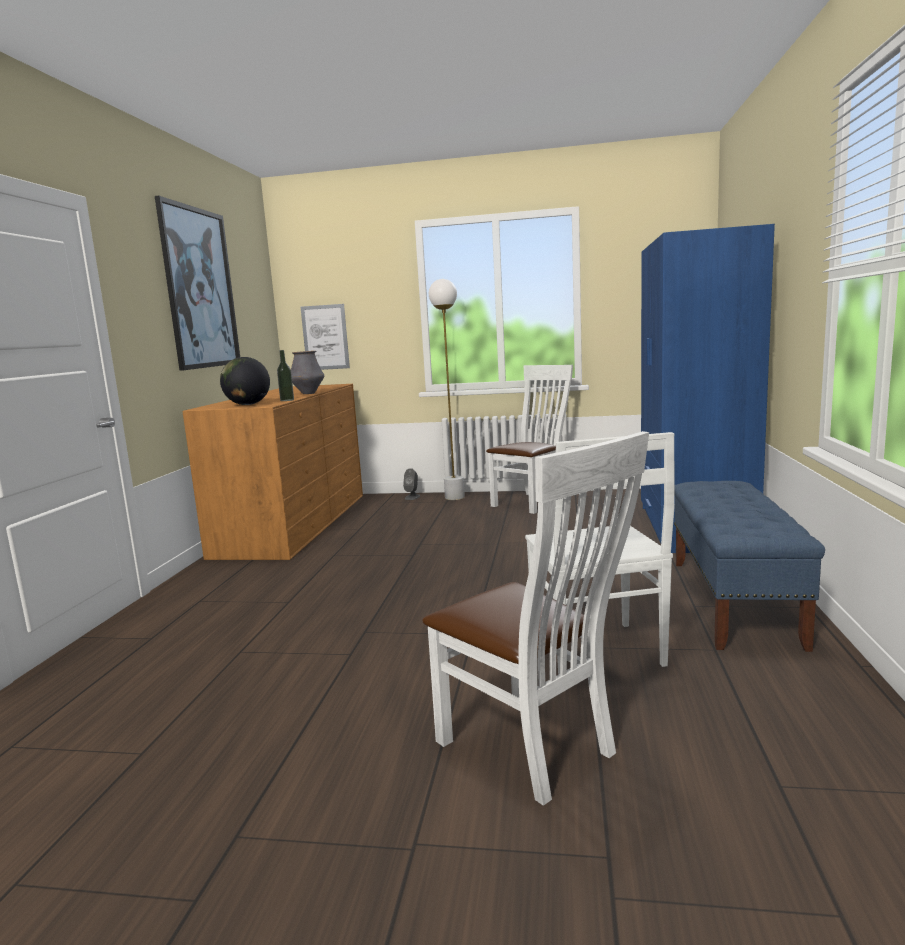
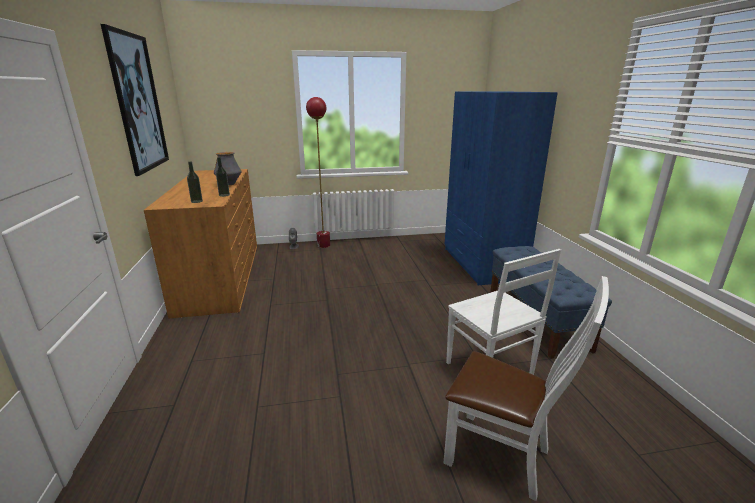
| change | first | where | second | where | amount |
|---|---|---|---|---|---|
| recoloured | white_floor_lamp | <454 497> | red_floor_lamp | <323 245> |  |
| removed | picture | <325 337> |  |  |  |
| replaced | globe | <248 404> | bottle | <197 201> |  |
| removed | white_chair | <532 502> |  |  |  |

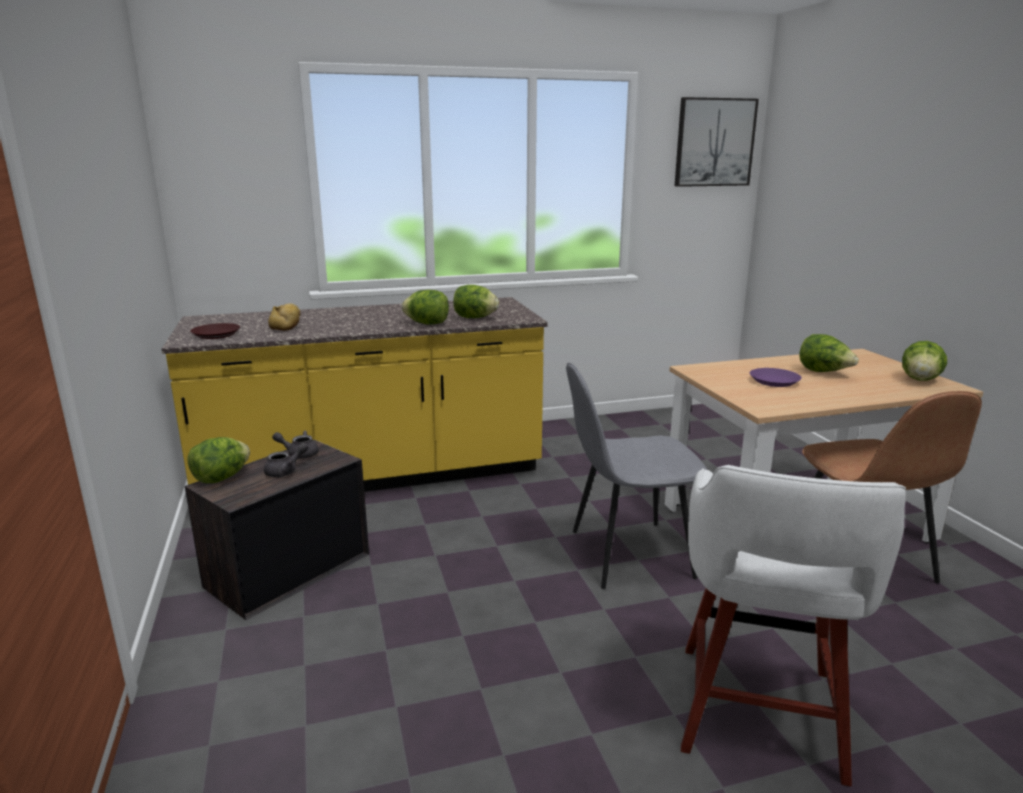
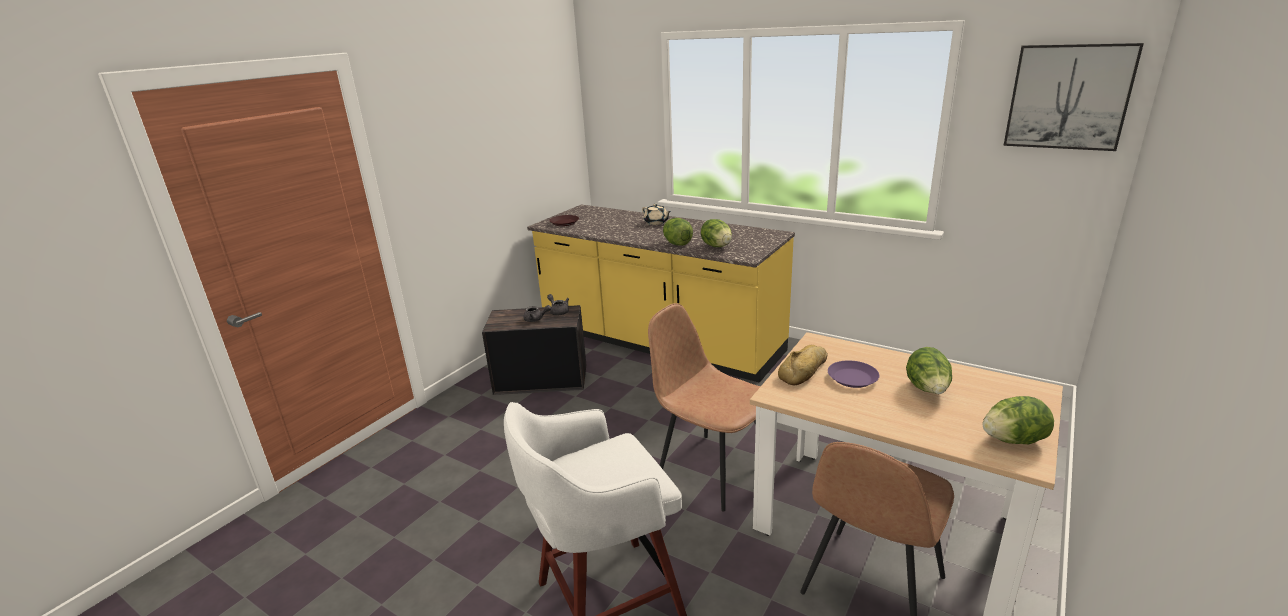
| change | first | where | second | where | amount |
|---|---|---|---|---|---|
| moved | bread | <287 323> |  | <805 370> |  |
| recoloured | grey_chair | <627 554> | brown_chair | <711 469> |  |
| removed | lettuce | <221 478> |  |  |  |
| added |  |  | beige_teapot | <656 222> |  |

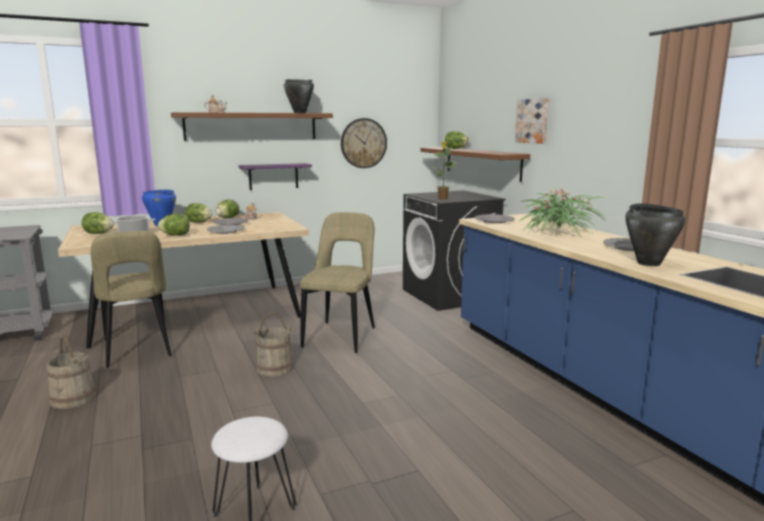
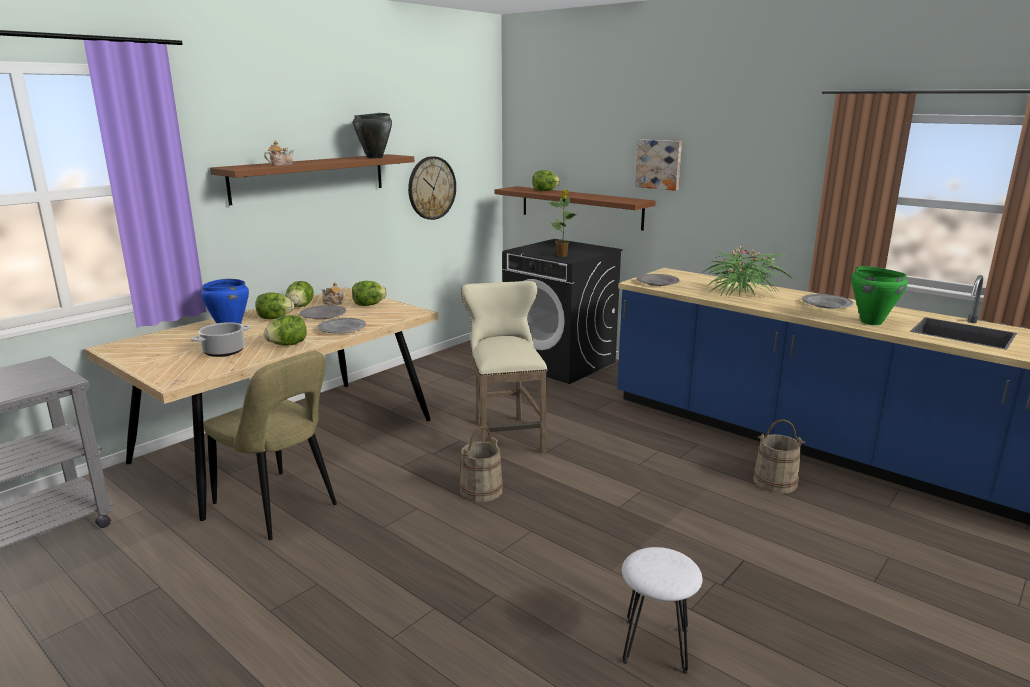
| change | first | where | second | where | amount |
|---|---|---|---|---|---|
| removed | purple_shelf | <273 176> |  |  |  |
| recoloured | black_cooking_pot | <649 263> | green_cooking_pot | <871 322> |  |
| moved | lettuce | <98 233> |  | <369 305> |  |
| replaced | beige_chair | <341 336> | beige_stool | <505 435> |  |
| moved | beige_bucket | <73 398> |  | <775 482> |  |

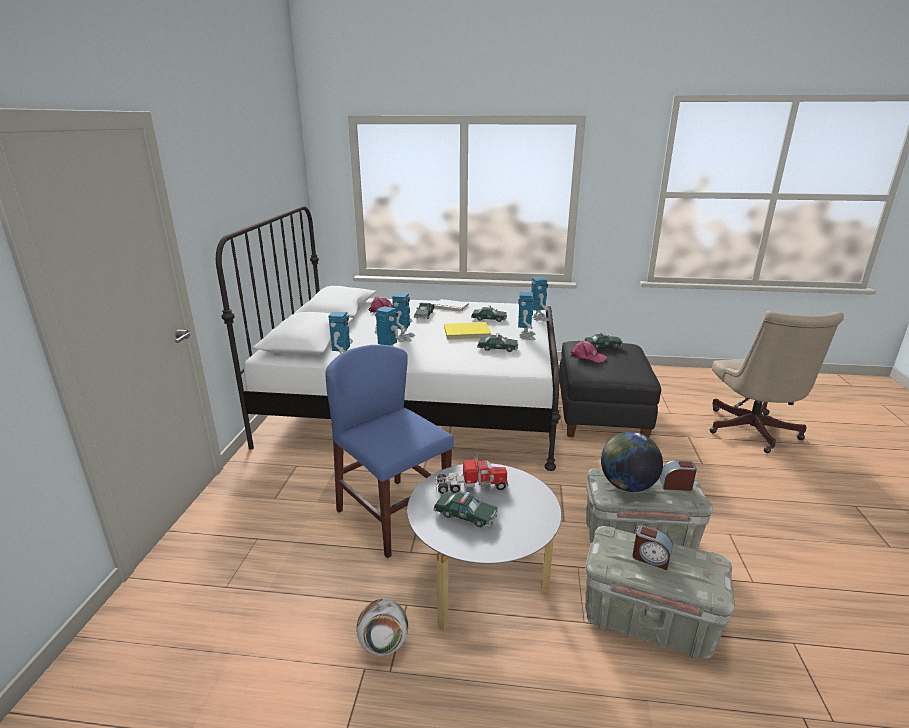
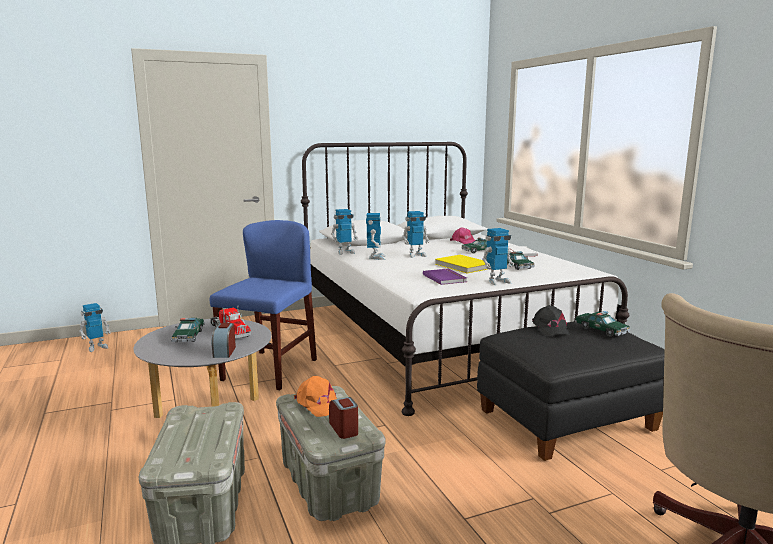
| change | first | where | second | where | amount |
|---|---|---|---|---|---|
| moved | toy_robot | <539 318> |  | <97 347> |  |
| replaced | toy_car | <497 348> | purple_book | <445 278> |  |
| recoloured | pink_cap | <587 357> | black_cap | <550 328> |  |
| replaced | globe | <627 485> | orange_cap | <318 404> |  |
| moved | alarm_clock | <650 558> |  | <224 351> |  |
| removed | football | <383 644> |  |  |  |

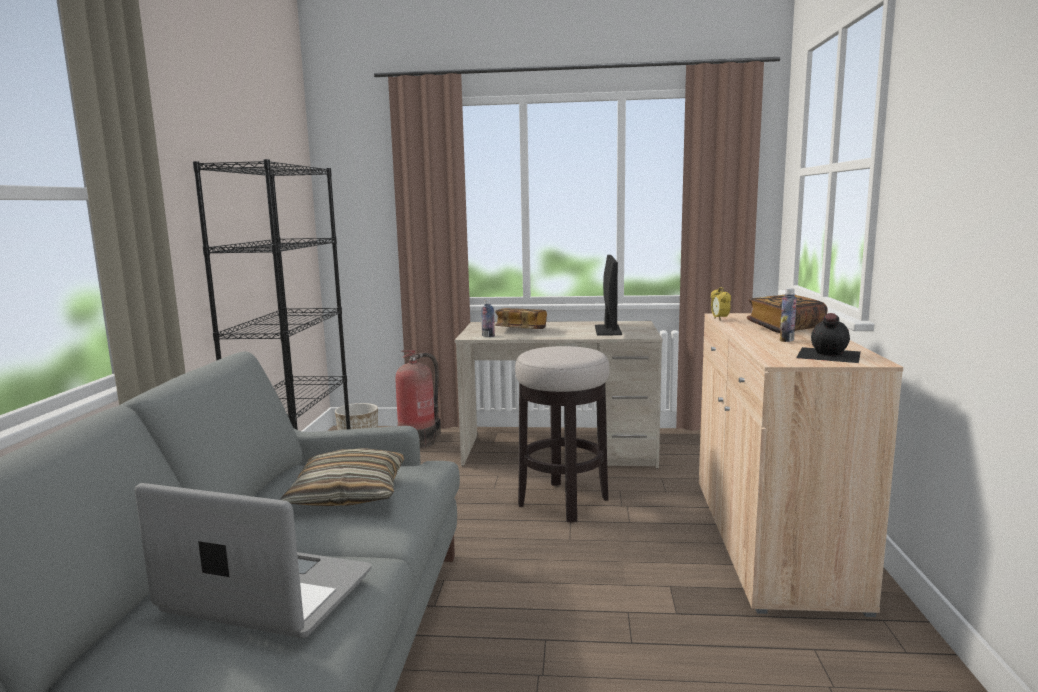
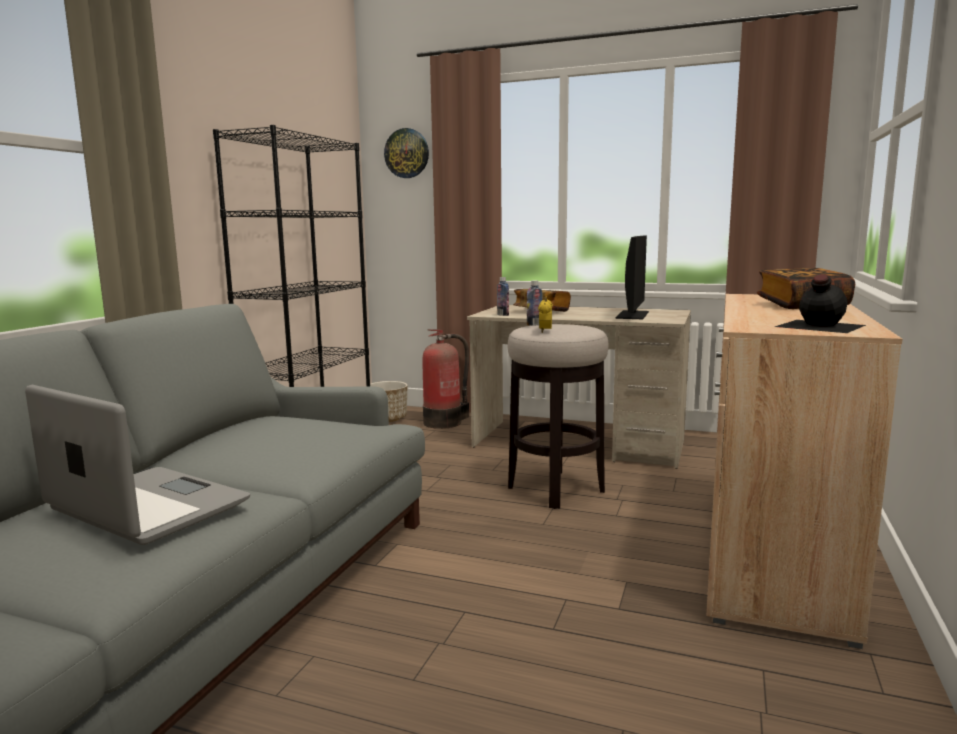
| change | first | where | second | where | amount |
|---|---|---|---|---|---|
| moved | alarm_clock | <719 319> |  | <545 331> |  |
| moved | bottle | <786 340> |  | <534 324> |  |
| removed | pillow | <348 493> |  |  |  |
| added |  |  | wall_clock | <407 153> |  |

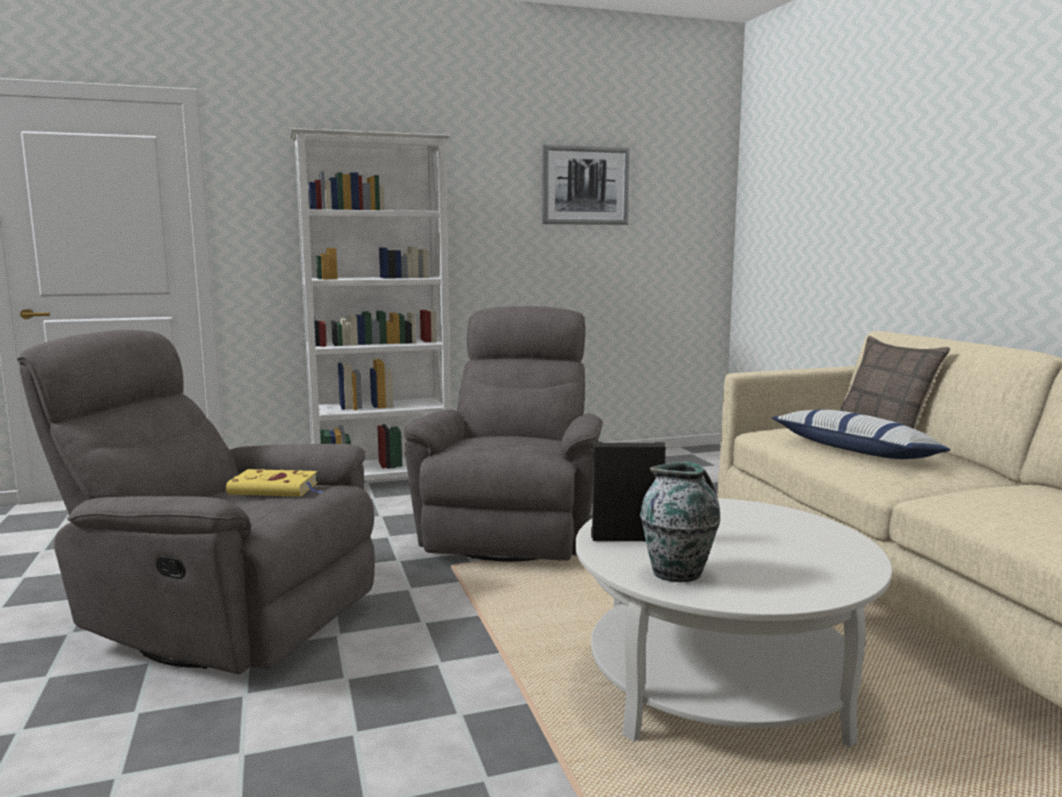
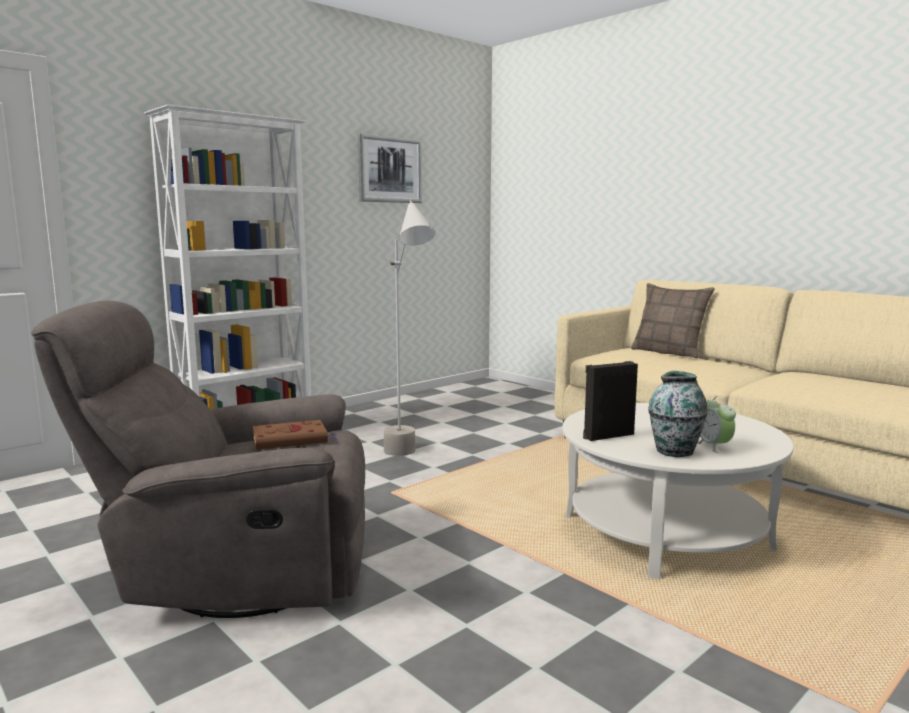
| change | first | where | second | where | amount |
|---|---|---|---|---|---|
| replaced | grey_armchair | <514 530> | grey_floor_lamp | <408 458> |  |
| removed | pillow | <855 451> |  |  |  |
| recoloured | yellow_book | <276 489> | brown_book | <292 440> |  |
| added |  |  | alarm_clock | <714 446> |  |

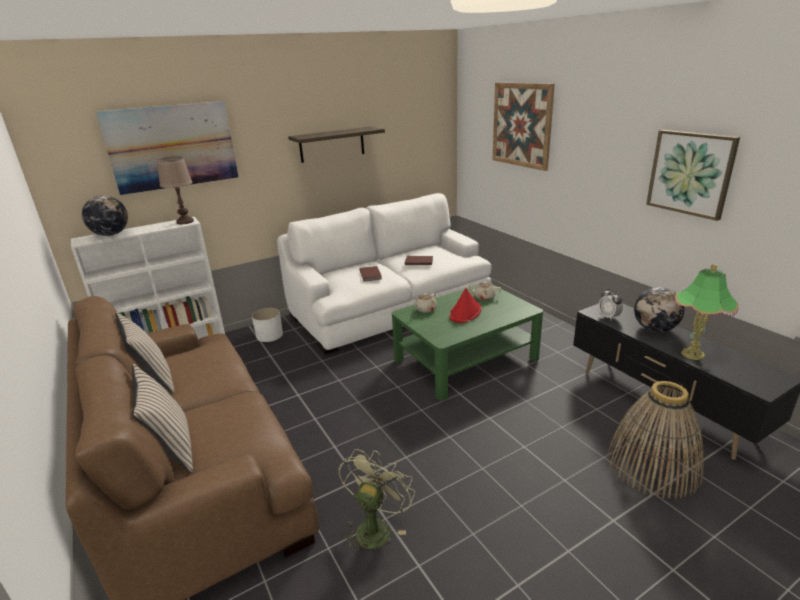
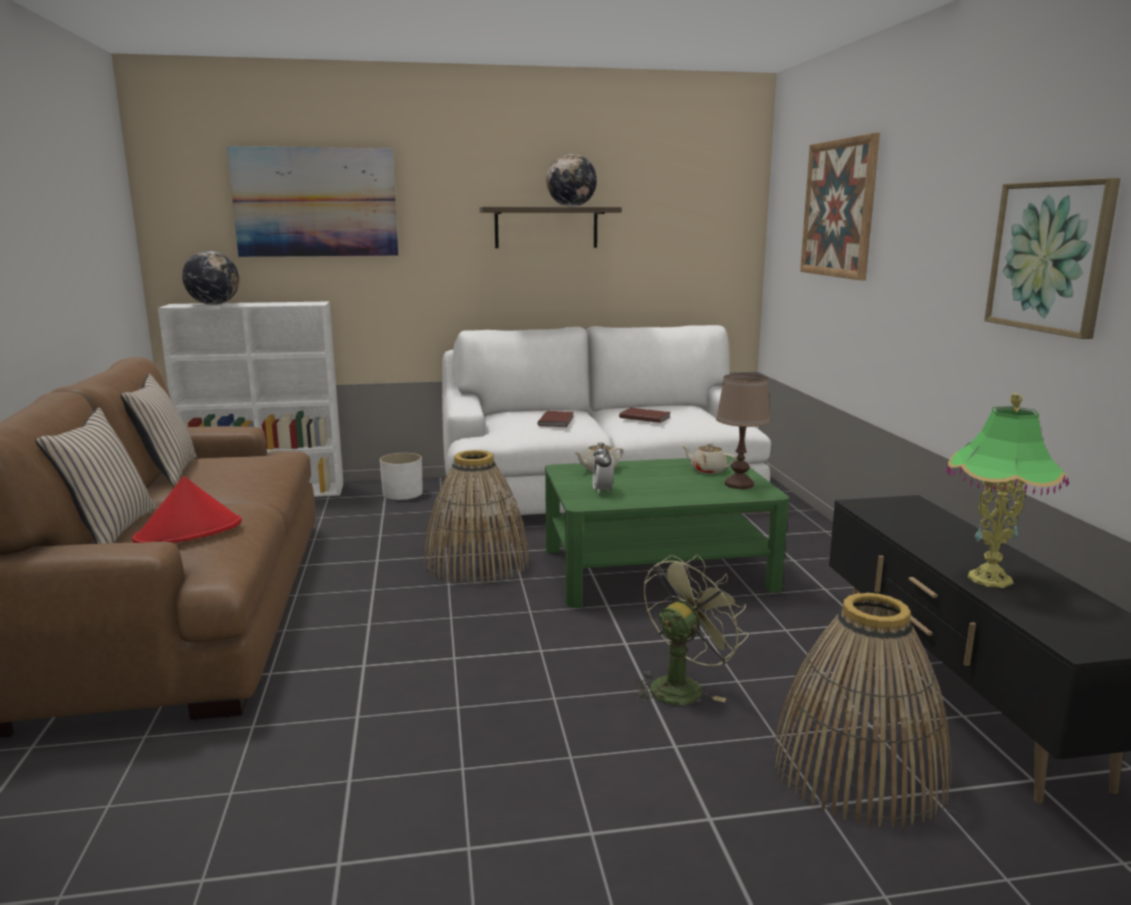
| change | first | where | second | where | amount |
|---|---|---|---|---|---|
| moved | brown_table_lamp | <185 221> |  | <739 484> |  |
| moved | globe | <655 329> |  | <571 206> |  |
| moved | red_hat | <465 312> |  | <189 532> |  |
| moved | alarm_clock | <608 317> |  | <602 491> |  |
| moved | green_fan | <375 527> |  | <682 686> |  |
| added |  |  | basket | <477 562> |  |

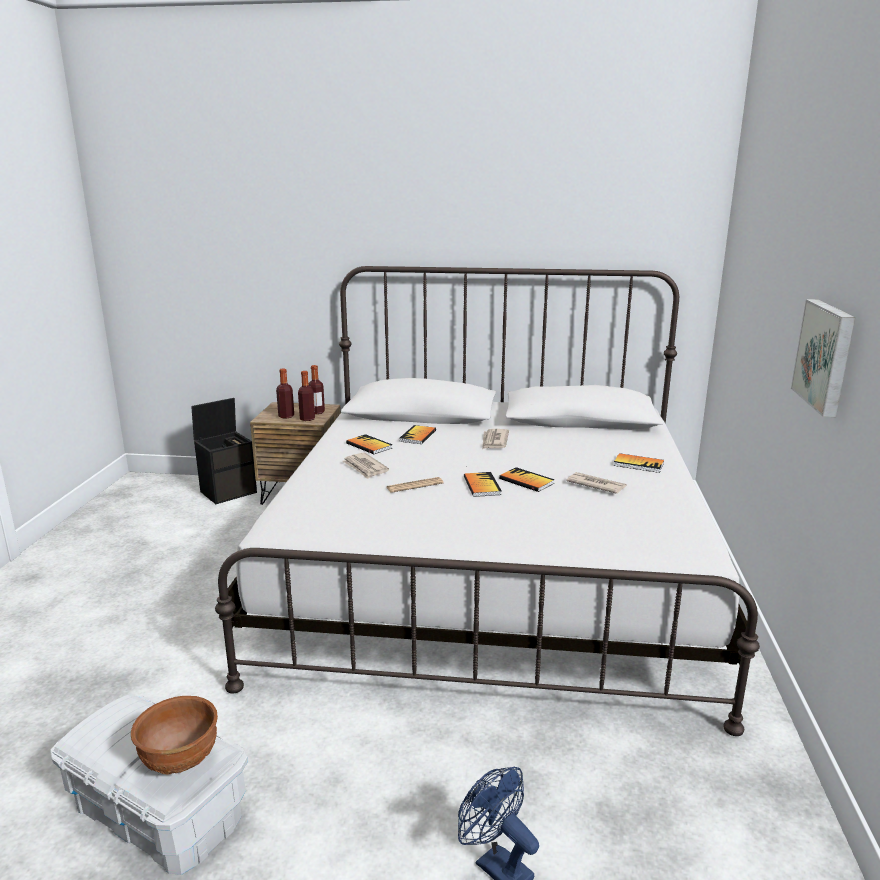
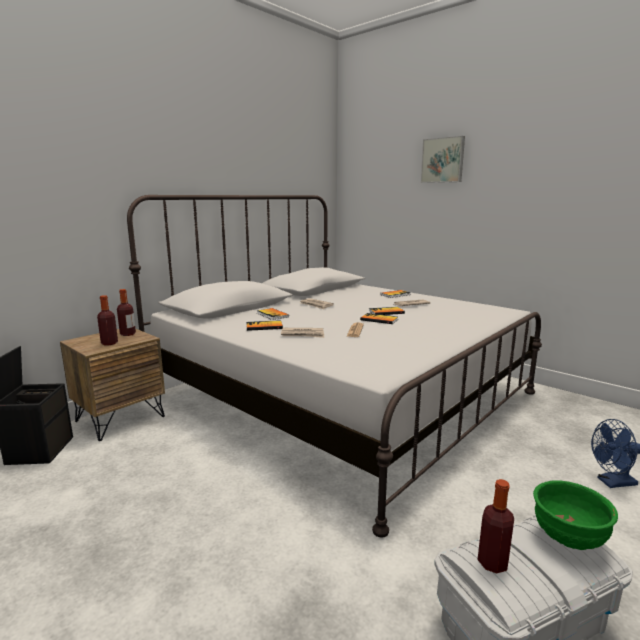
| change | first | where | second | where | amount |
|---|---|---|---|---|---|
| moved | picture | <826 356> |  | <443 160> |  |
| moved | bottle | <307 419> |  | <492 563> |  |
| recoloured | brown_bowl | <181 760> | green_bowl | <567 538> |  |

